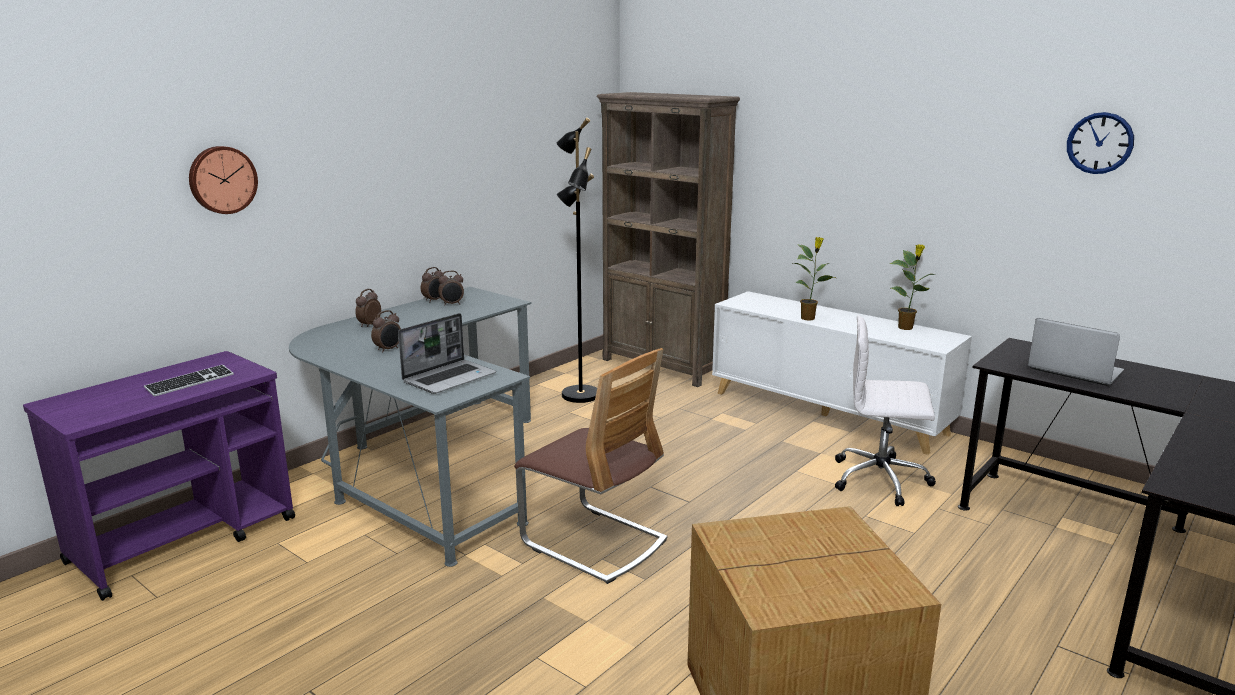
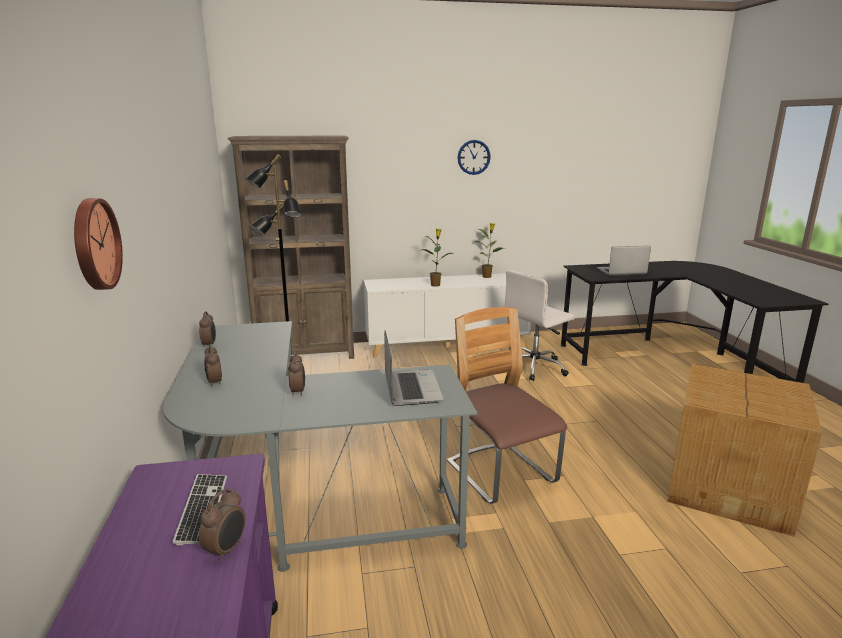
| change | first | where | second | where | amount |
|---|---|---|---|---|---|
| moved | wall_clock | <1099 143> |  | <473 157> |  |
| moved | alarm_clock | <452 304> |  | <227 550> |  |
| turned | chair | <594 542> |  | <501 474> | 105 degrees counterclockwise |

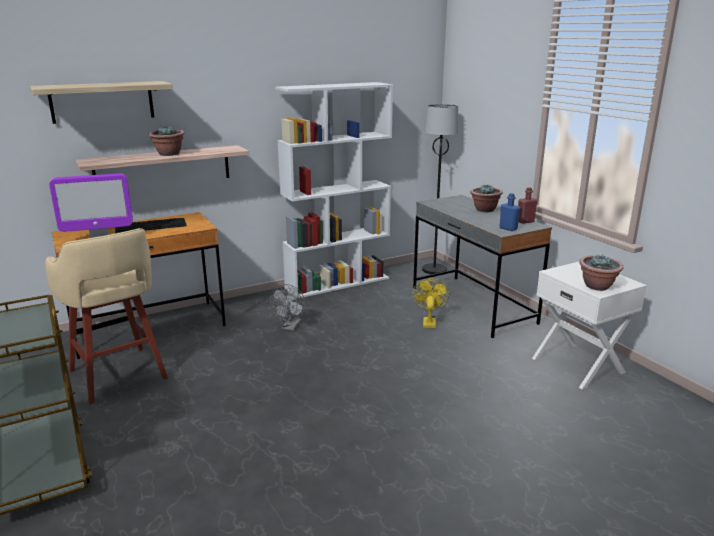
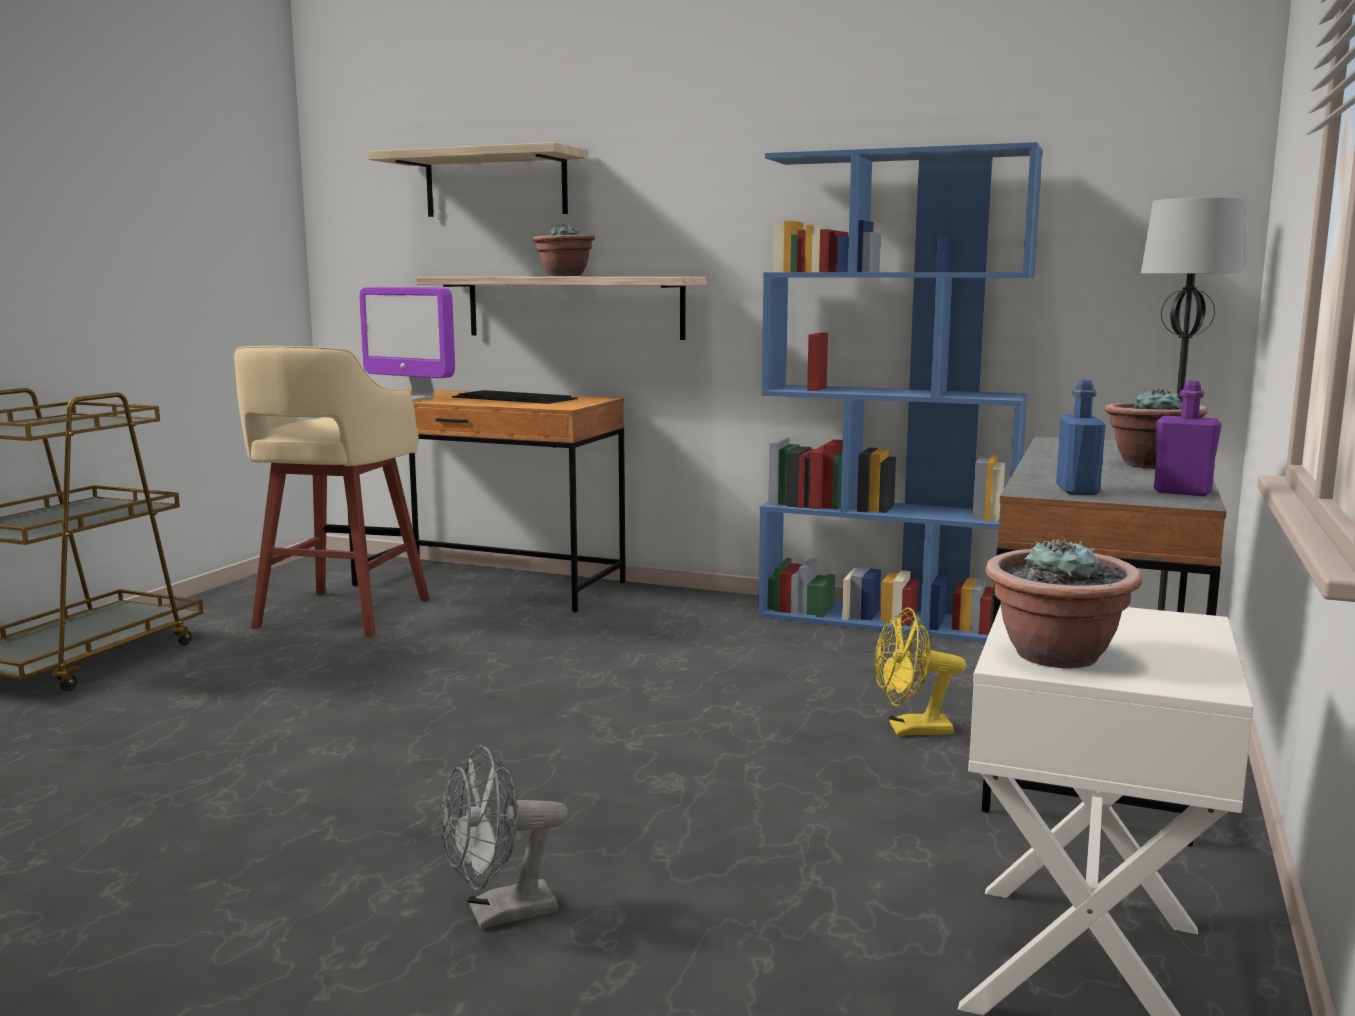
| change | first | where | second | where | amount |
|---|---|---|---|---|---|
| recoloured | white_bookcase | <338 283> | blue_bookcase | <885 620> |  |
| recoloured | red_bottle | <525 221> | purple_bottle | <1182 492> |  |
| turned | yellow_fan | <429 321> |  | <910 730> | 150 degrees counterclockwise |
| moved | grey_fan | <290 327> |  | <499 914> |  |

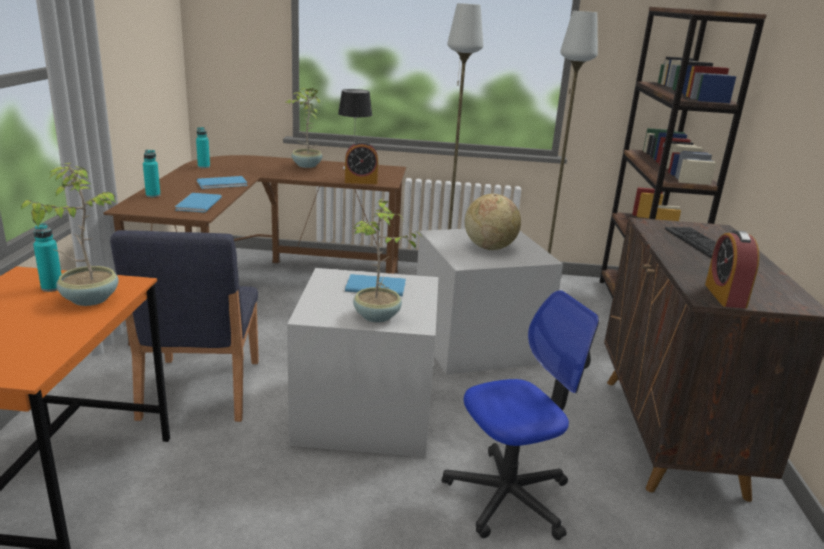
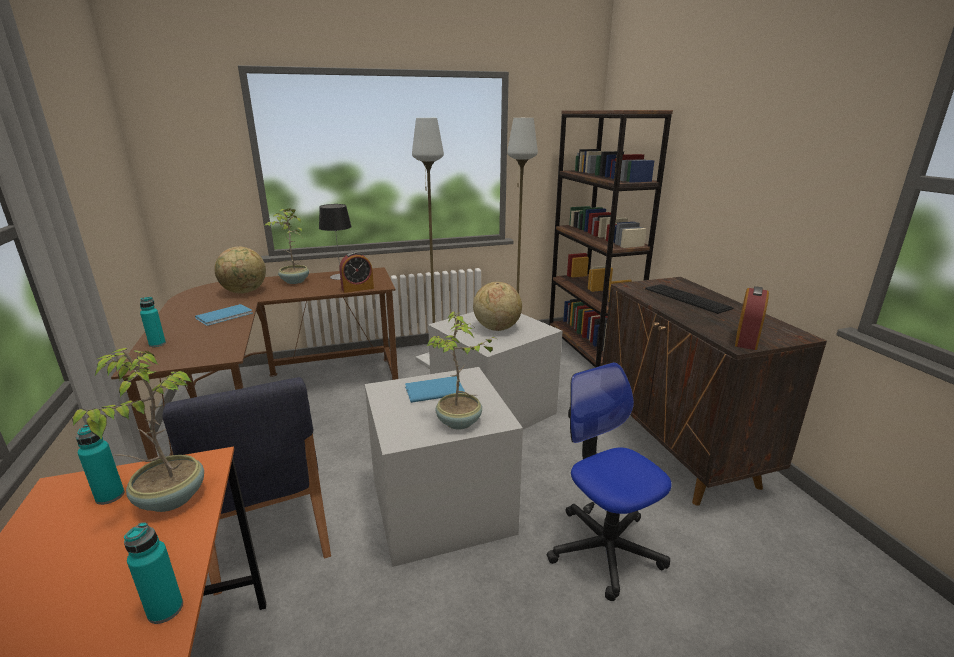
| change | first | where | second | where | amount |
|---|---|---|---|---|---|
| moved | turquoise_bottle | <204 166> |  | <165 609> |  |
| removed | blue_book | <197 204> |  |  |  |
| turned | alarm_clock | <725 296> |  | <746 340> | 135 degrees counterclockwise |
| turned | office_chair | <508 496> |  | <605 549> | 75 degrees counterclockwise |
| added |  |  | globe | <245 292> |  |

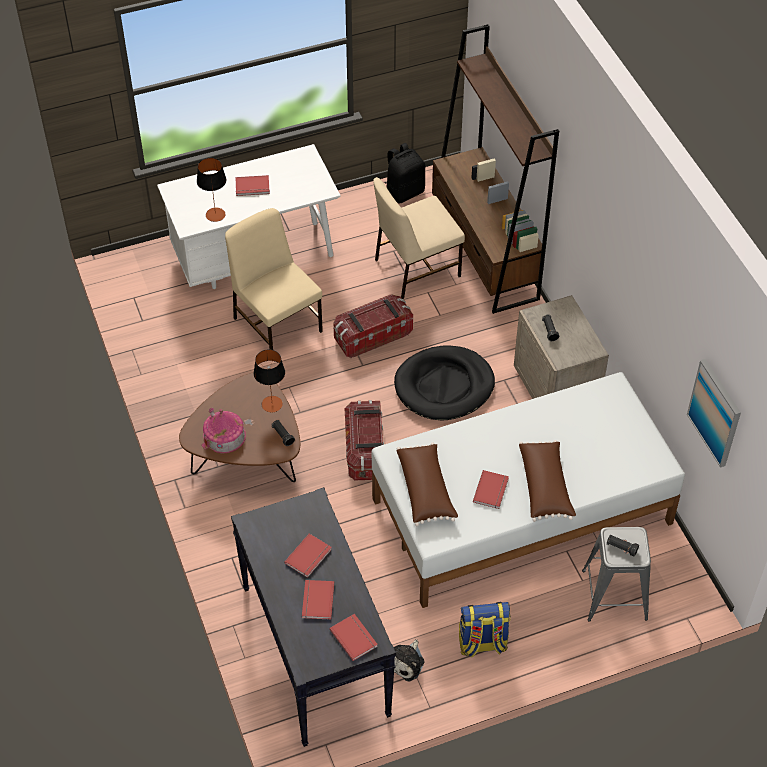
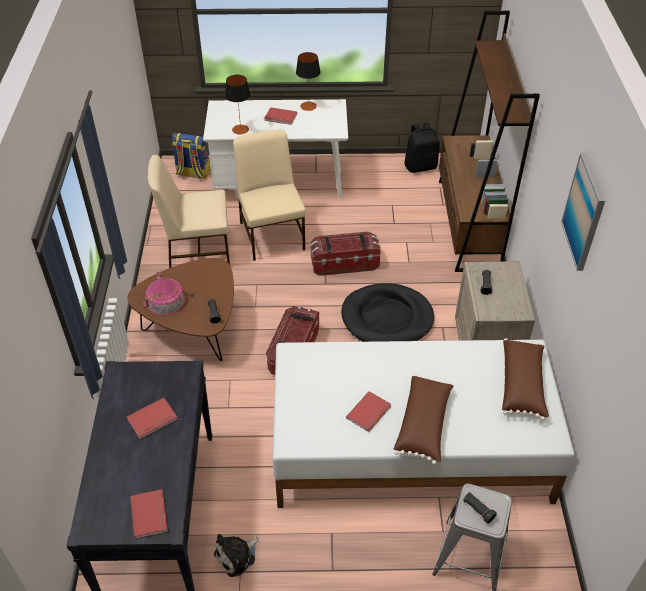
| change | first | where | second | where | amount |
|---|---|---|---|---|---|
| moved | beige_chair | <415 268> |  | <197 250> |  |
| moved | table_lamp | <272 404> |  | <308 106> |  |
| moved | picture | <715 412> |  | <584 212> |  |
| moved | brown_pillow | <426 490> |  | <522 385> |  |
| removed | red_book | <316 600> |  |  |  |
| moved | backpack | <482 644> |  | <193 173> |  |

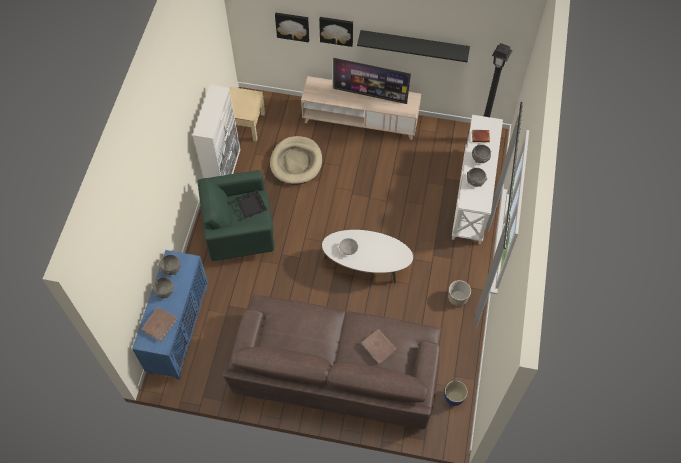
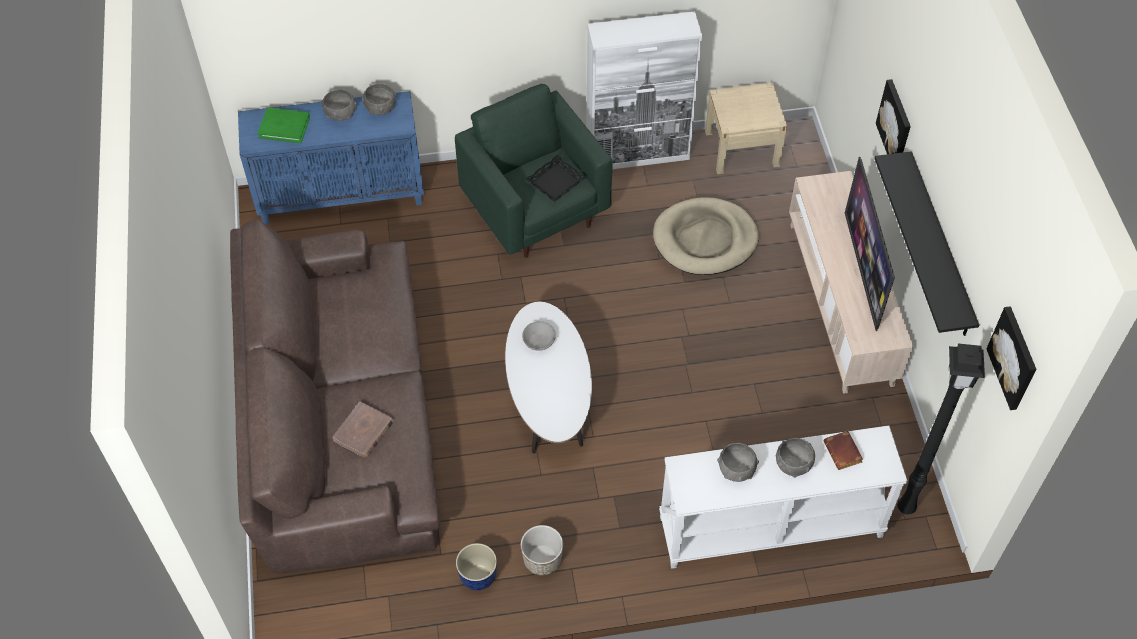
| change | first | where | second | where | amount |
|---|---|---|---|---|---|
| moved | picture | <292 26> |  | <1014 358> |  |
| recoloured | brown_book | <159 324> | green_book | <284 127> |  |
| moved | planter | <453 398> |  | <477 577> |  |

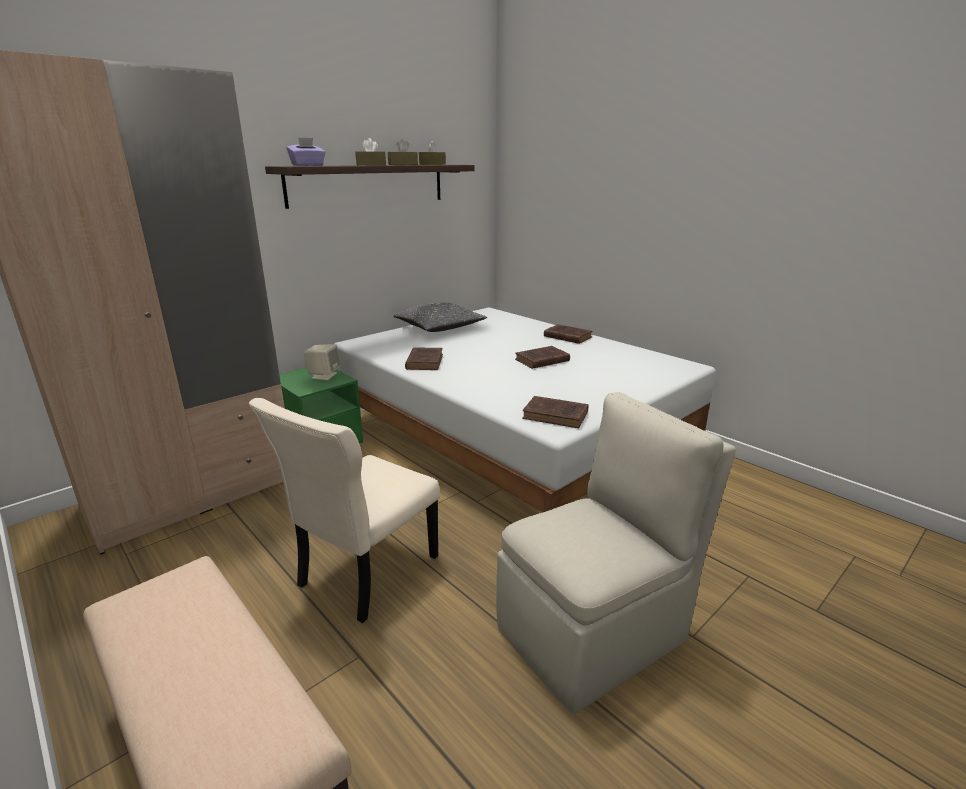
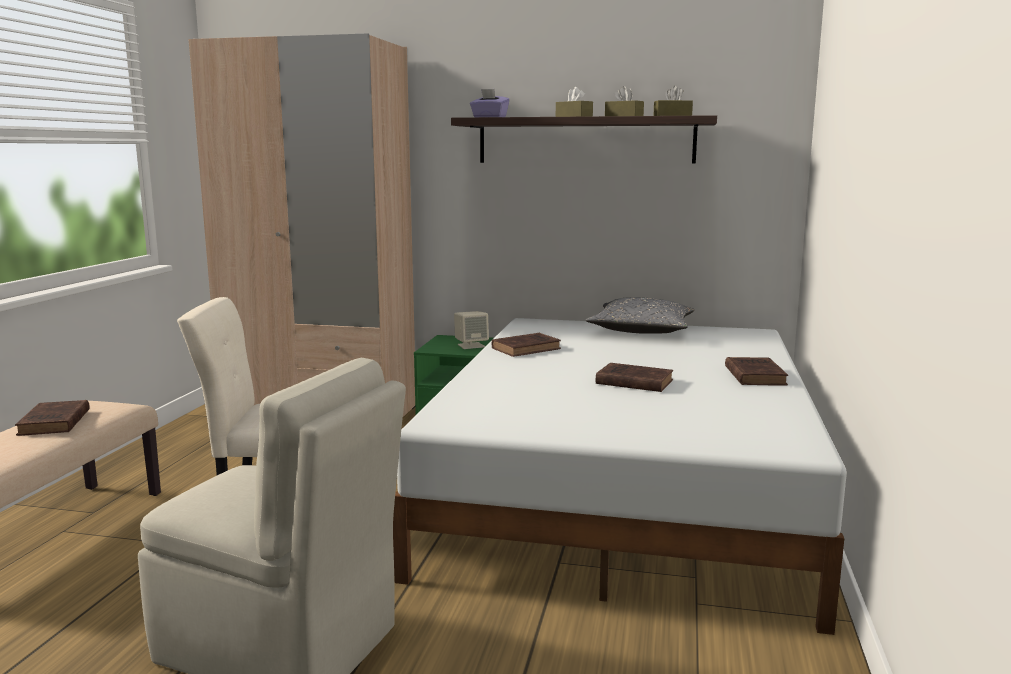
| change | first | where | second | where | amount |
|---|---|---|---|---|---|
| moved | brown_book | <557 416> |  | <54 423> |  |

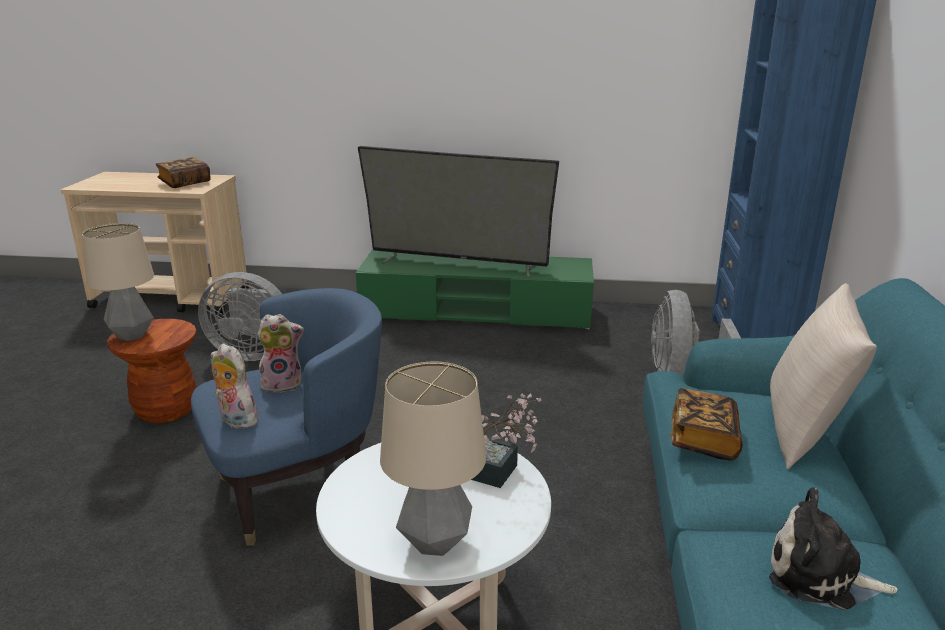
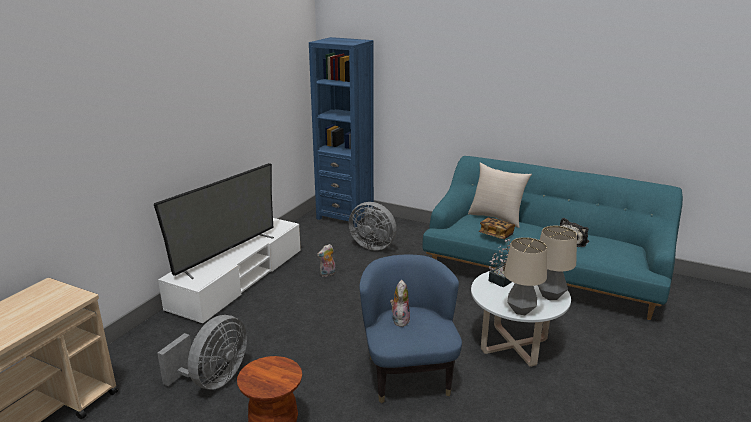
| change | first | where | second | where | amount |
|---|---|---|---|---|---|
| removed | book | <185 183> |  |  |  |
| moved | table_lamp | <132 335> |  | <521 310> |  |
| recoloured | green_tv_stand | <476 311> | white_tv_stand | <238 279> |  |
| moved | plush_toy | <235 420> |  | <327 274> |  |

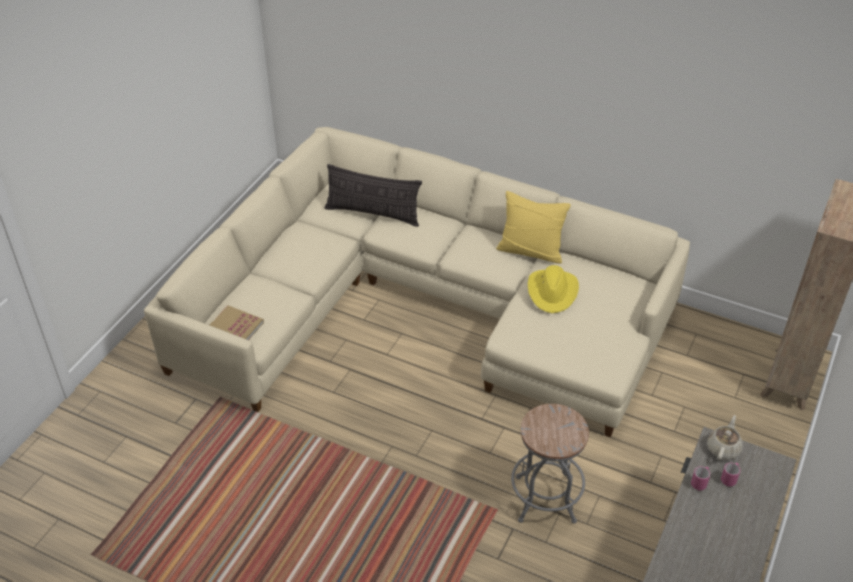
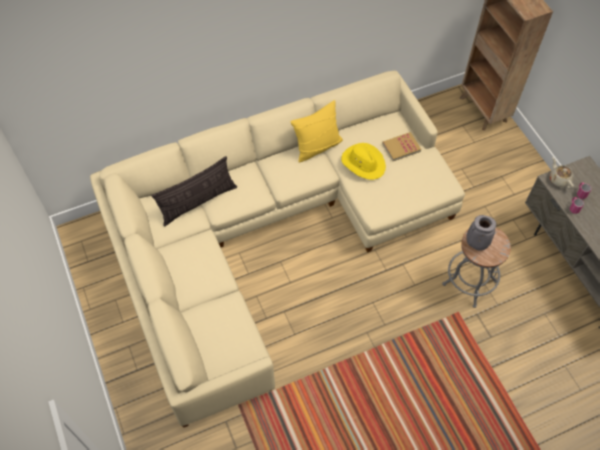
| change | first | where | second | where | amount |
|---|---|---|---|---|---|
| moved | book | <237 325> |  | <401 147> |  |
| added |  |  | grey_vase | <476 244> |  |

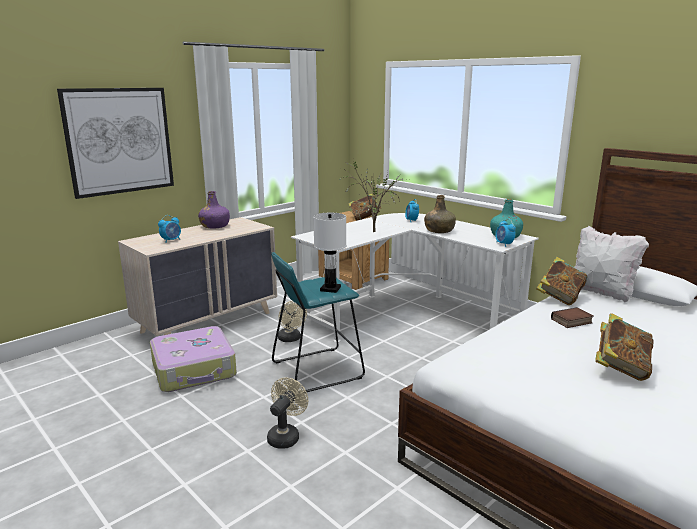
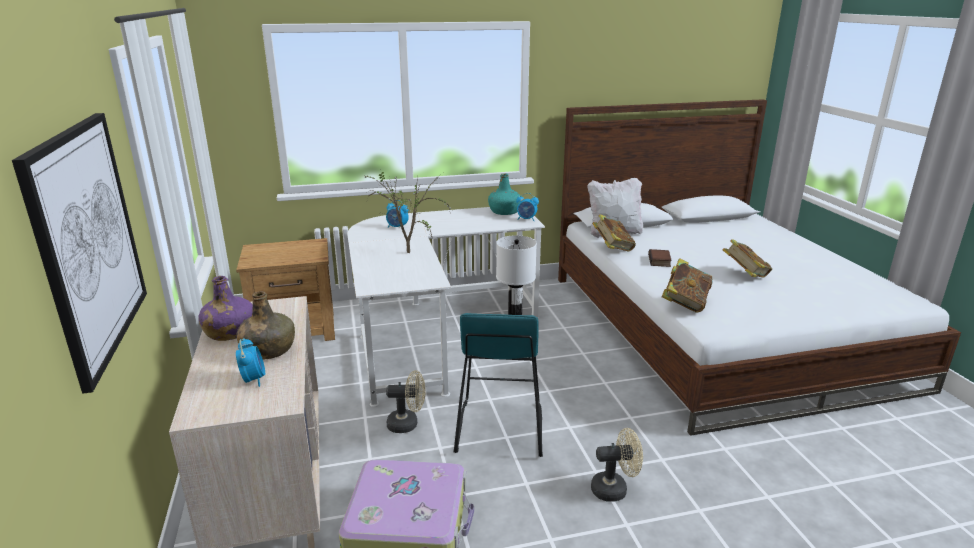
| change | first | where | second | where | amount |
|---|---|---|---|---|---|
| moved | book | <364 219> |  | <685 303> |  |
| moved | green_bottle | <439 231> |  | <268 350> |  |
| turned | beige_fan | <286 436> |  | <614 489> | 120 degrees clockwise |

